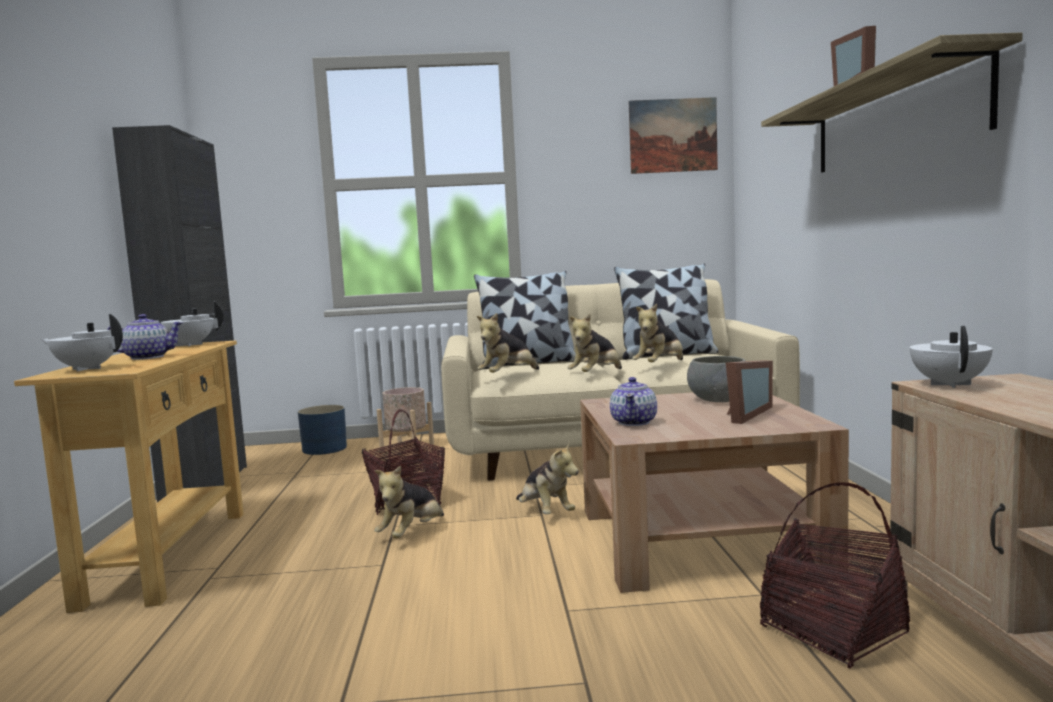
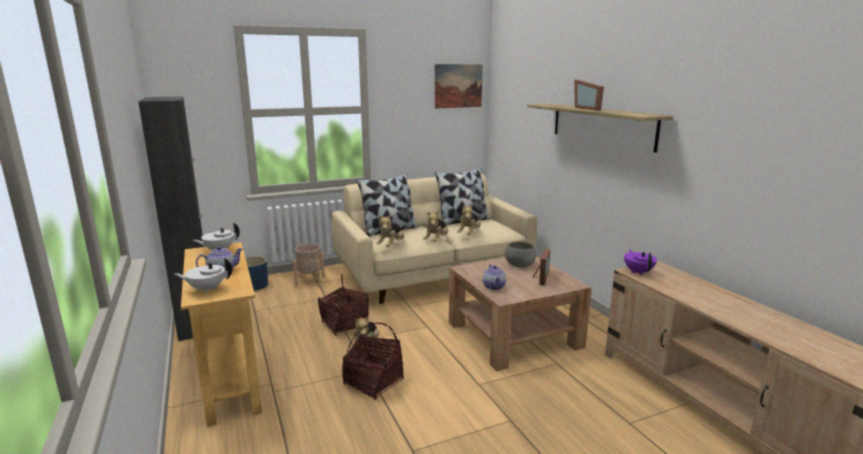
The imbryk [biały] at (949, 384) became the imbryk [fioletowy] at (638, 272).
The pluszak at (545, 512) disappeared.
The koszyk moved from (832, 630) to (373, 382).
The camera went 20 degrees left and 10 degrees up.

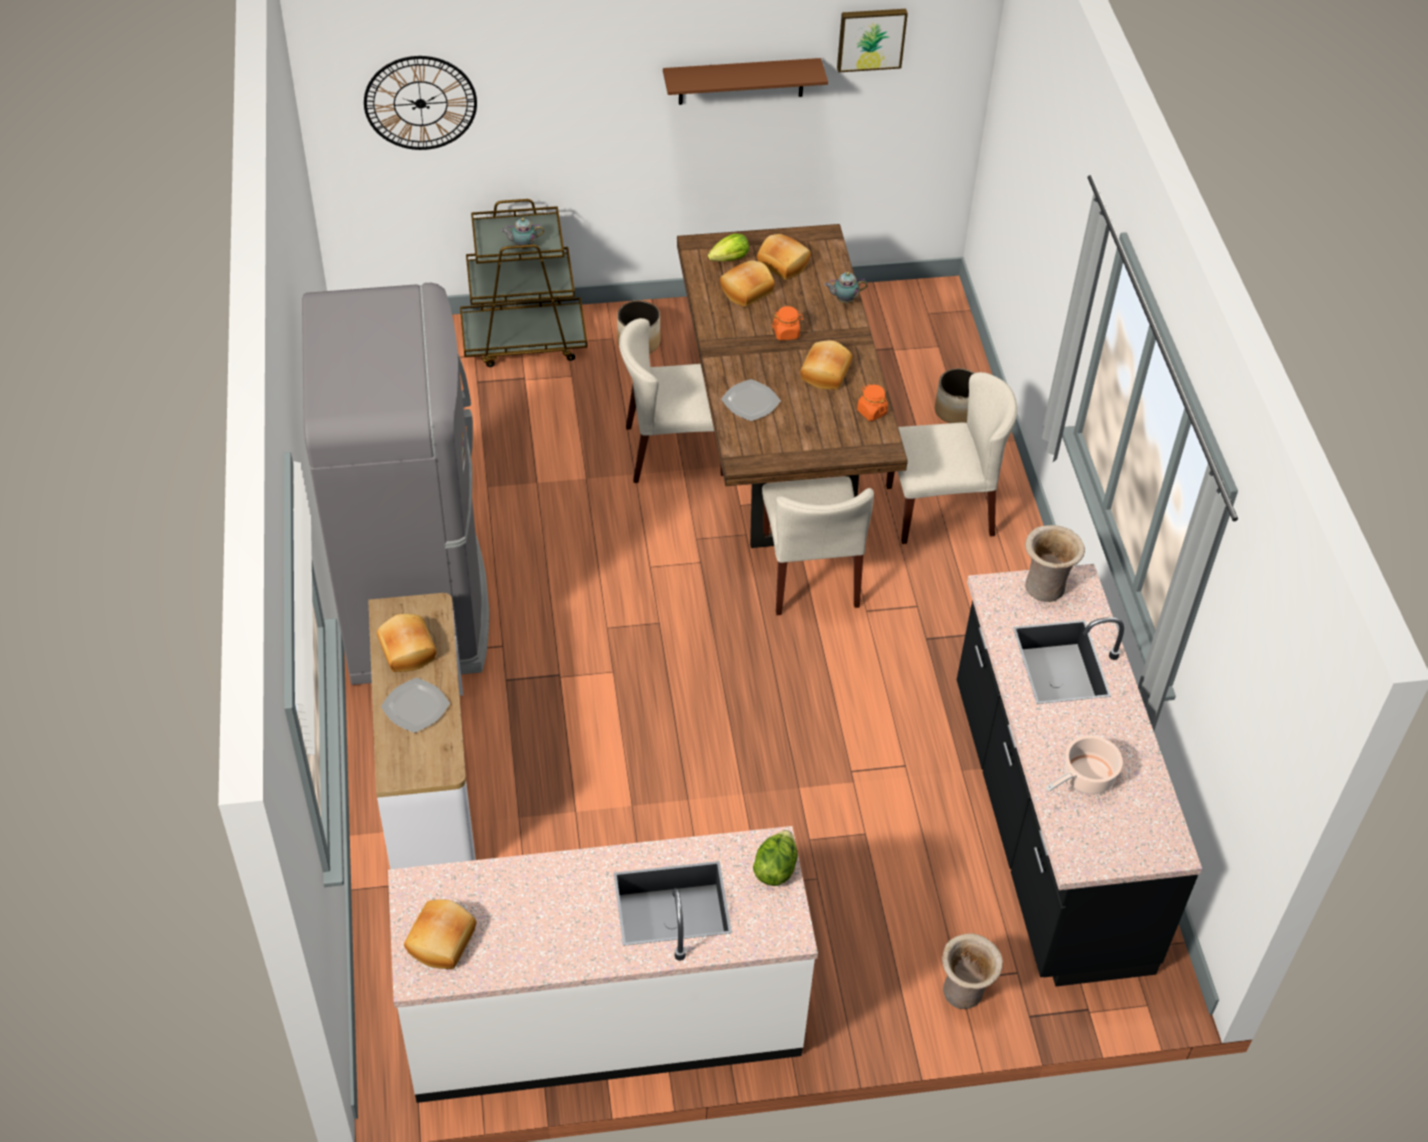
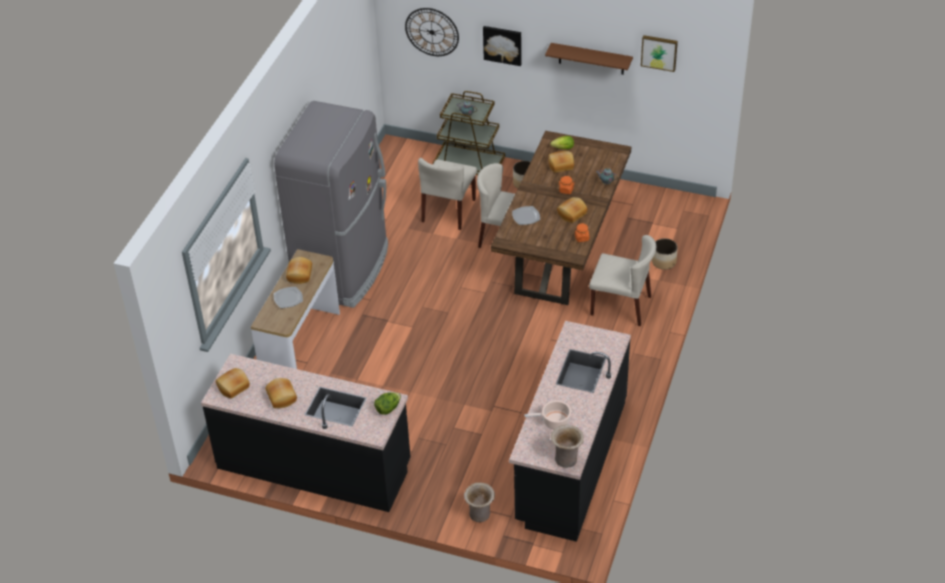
The chleb moved from (784, 263) to (282, 397).
The krzesło [beżowy] moved from (810, 575) to (449, 211).
The wazon [beżowy] moved from (1044, 586) to (566, 459).
The zabudowa kuchenna [biały] at (603, 1017) became the zabudowa kuchenna [czarny] at (314, 465).
The obraz at (503, 44) appeared.
The camera went 30 degrees right and 5 degrees down.

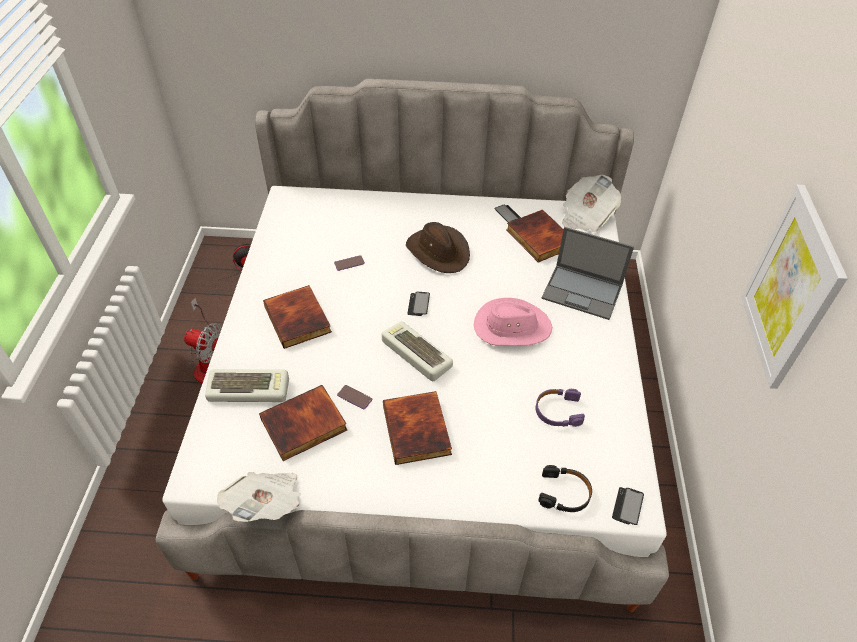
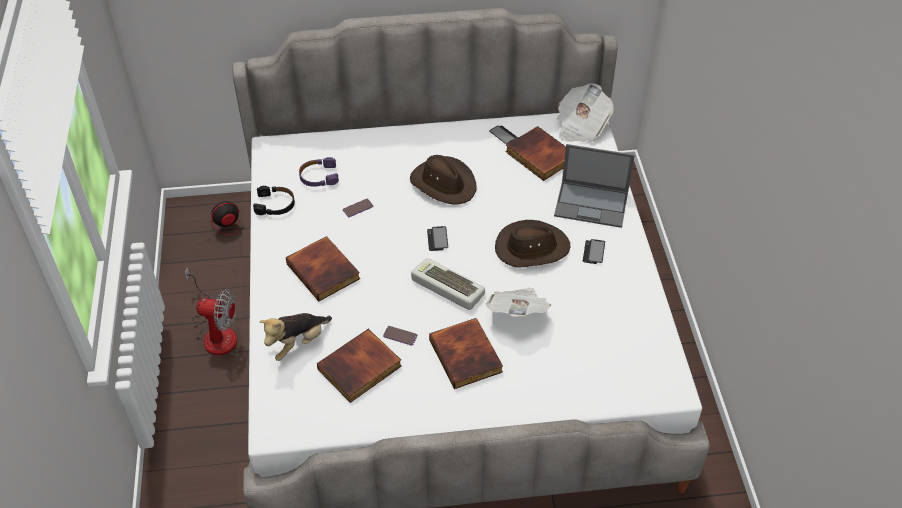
The obraz at (790, 289) disappeared.
The kapelusz [różowy] at (511, 327) became the kapelusz [brązowy] at (531, 248).
The klawiatura at (250, 388) was replaced by the pluszak at (297, 343).
The słuchawki [fioletowy] moved from (557, 411) to (318, 177).
The słuchawki [czarny] moved from (564, 493) to (275, 205).
The gazeta moved from (267, 504) to (518, 312).
The telefon moved from (627, 506) to (593, 252).
The camera went 10 degrees left and 0 degrees up.

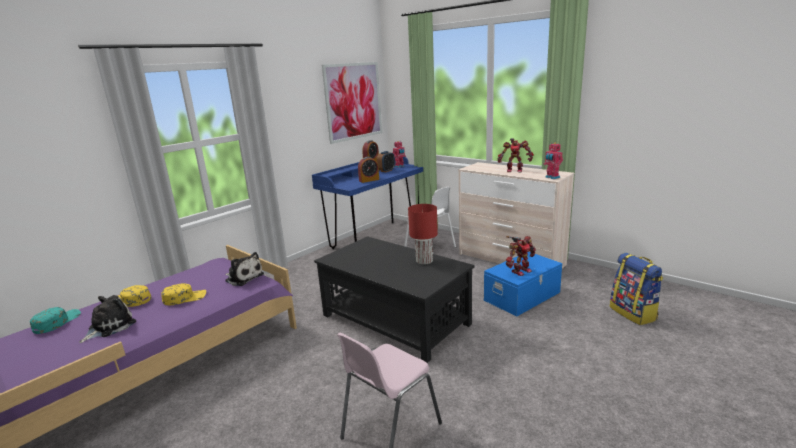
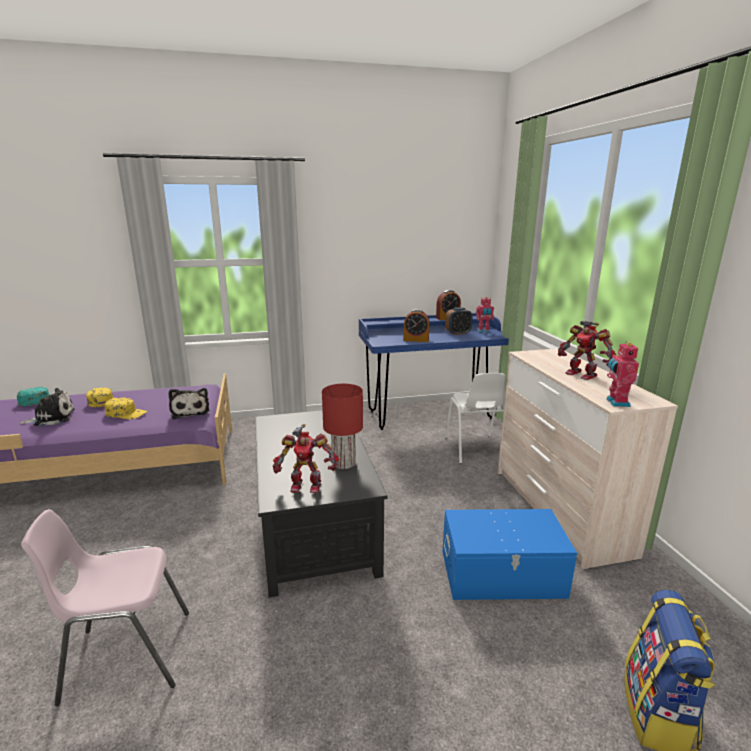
The obraz at (353, 101) disappeared.
The robot zabawkowy moved from (520, 271) to (306, 485).
The camera went 35 degrees right and 0 degrees up.

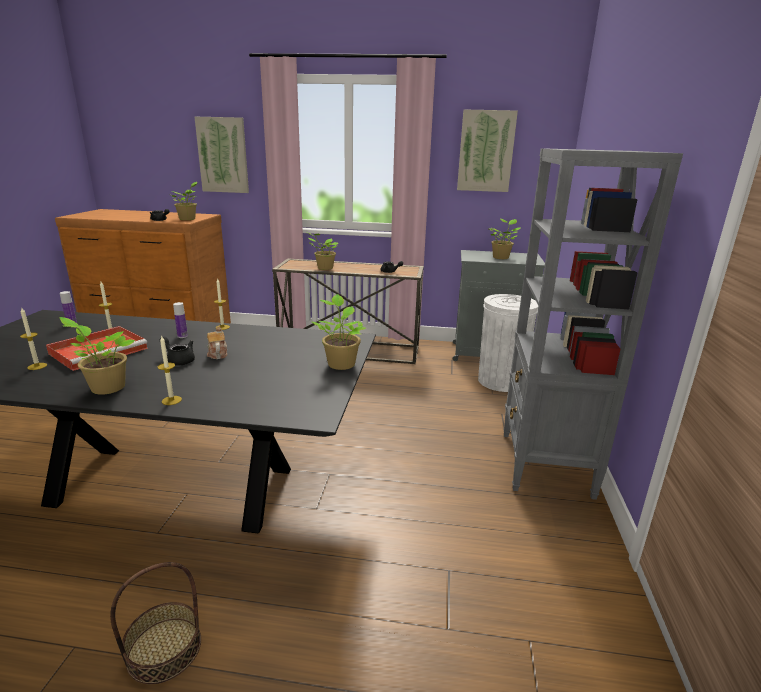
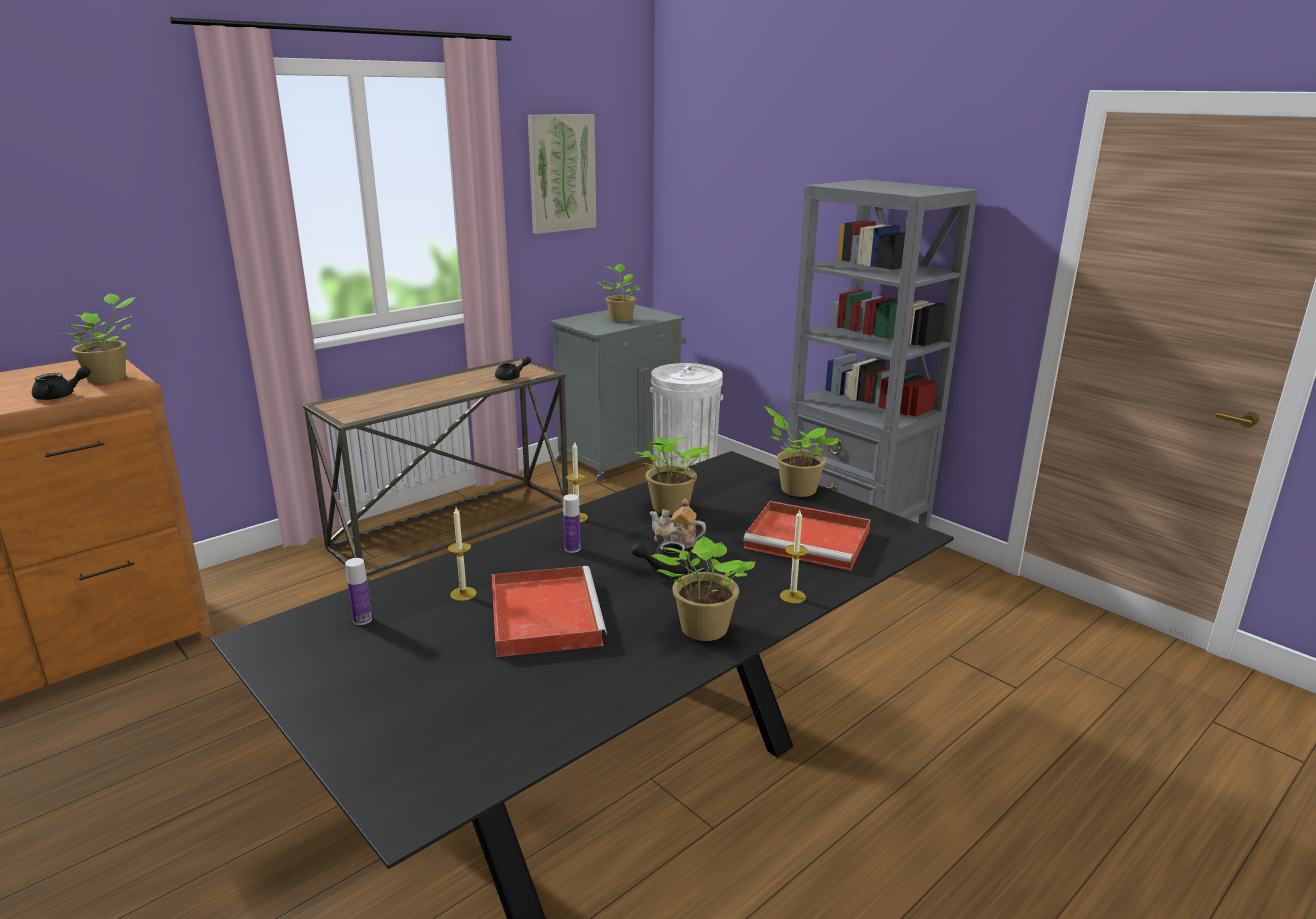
The obraz at (223, 155) disappeared.
The roślina doniczkowa moved from (324, 268) to (669, 509).
The świeca at (37, 366) disappeared.
The koszyk at (164, 649) disappeared.
The taca [czerwony] at (810, 540) appeared.
The camera went 50 degrees left and 0 degrees up.

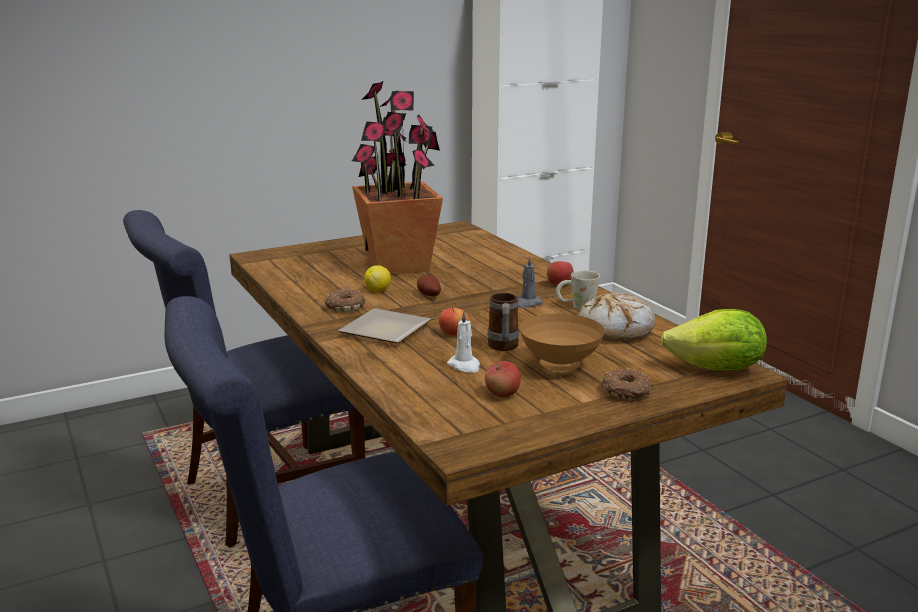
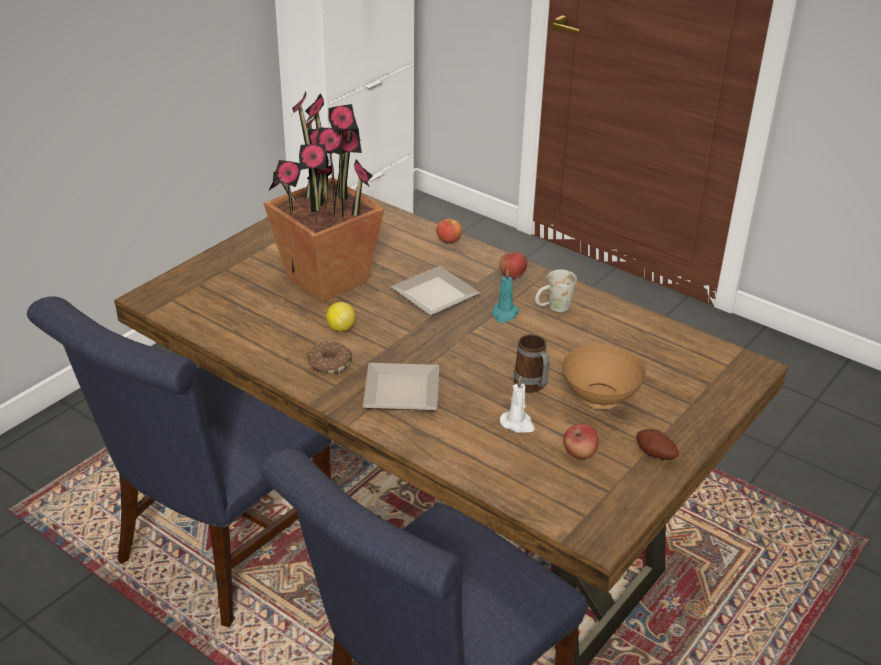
The świeca [szary] at (527, 304) became the świeca [turkusowy] at (504, 314).
The ziemniak moved from (428, 295) to (654, 455).
The chleb at (616, 329) disappeared.
The jabłko moved from (453, 333) to (449, 240).
The sałata at (716, 369) disappeared.
The donut at (626, 392) disappeared.
The talerz at (438, 295) appeared.
The camera went 25 degrees left and 15 degrees up.

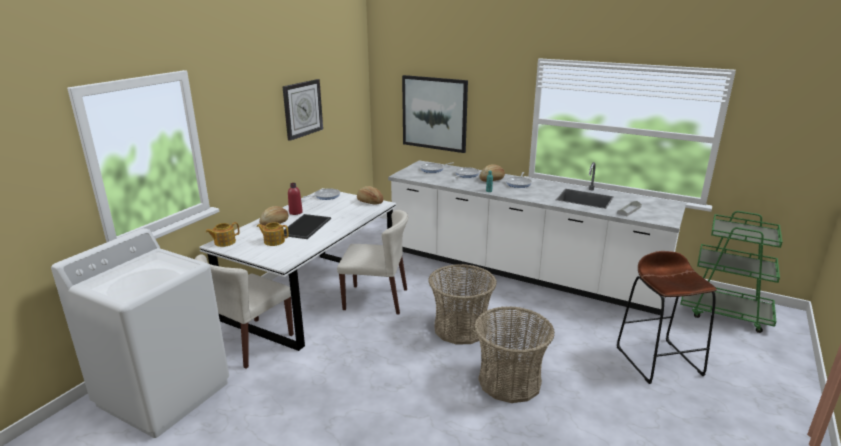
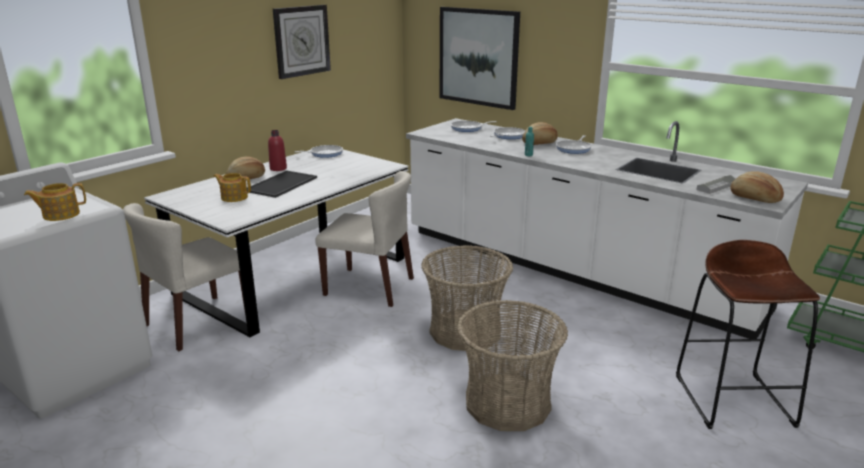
The chleb moved from (369, 202) to (754, 198).
The imbryk moved from (224, 242) to (60, 215).
The camera went 10 degrees right and 0 degrees up.

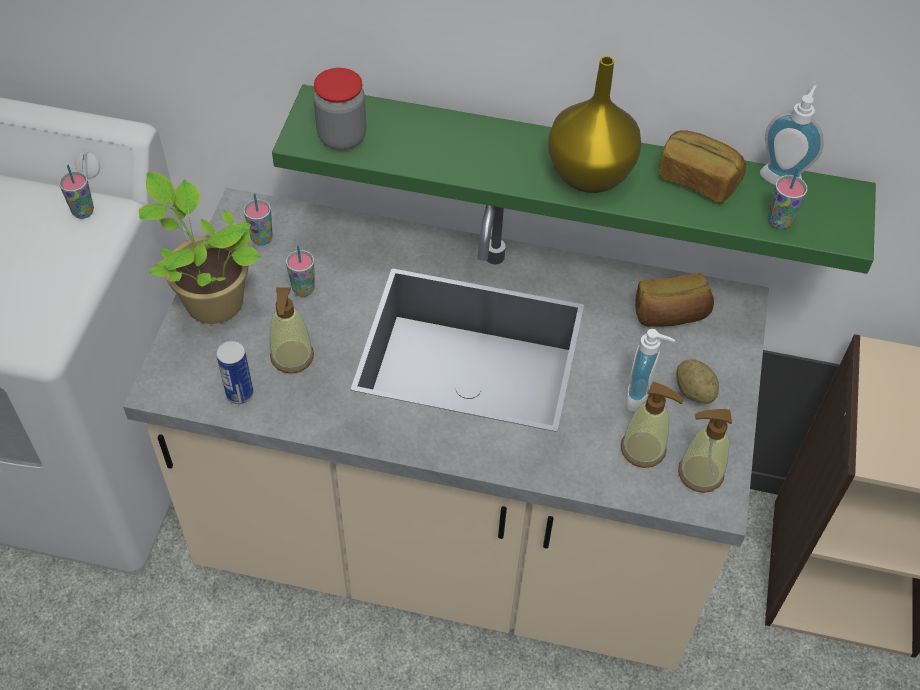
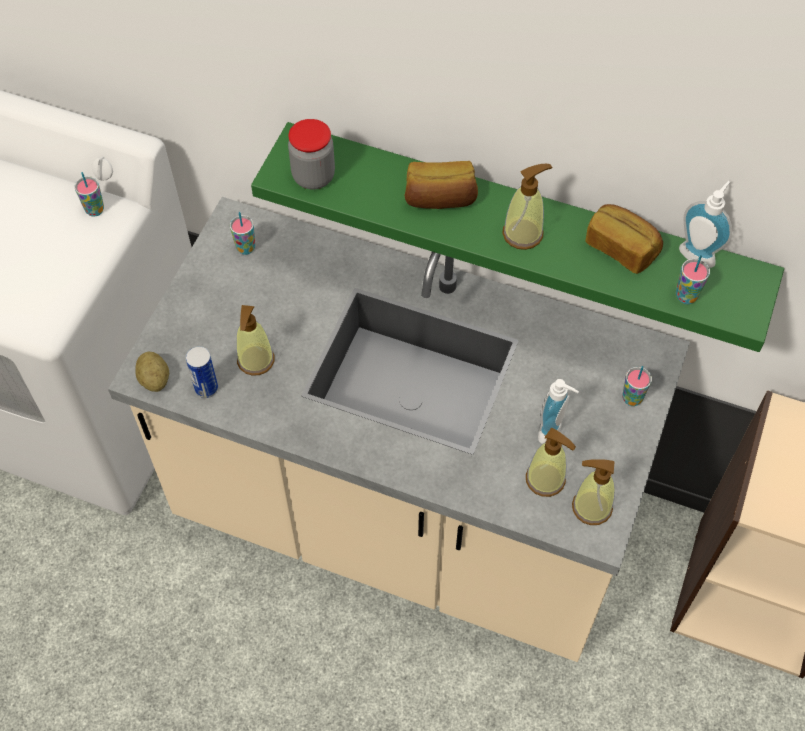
The wazon [żółty] at (587, 175) was replaced by the dozownik mydła at (523, 234).
The roślina doniczkowa at (211, 300) disappeared.
The filiżanka moved from (303, 289) to (632, 398).
The chleb moved from (670, 315) to (440, 199).
The ziemniak moved from (694, 391) to (154, 379).
The camera went 10 degrees right and 5 degrees up.

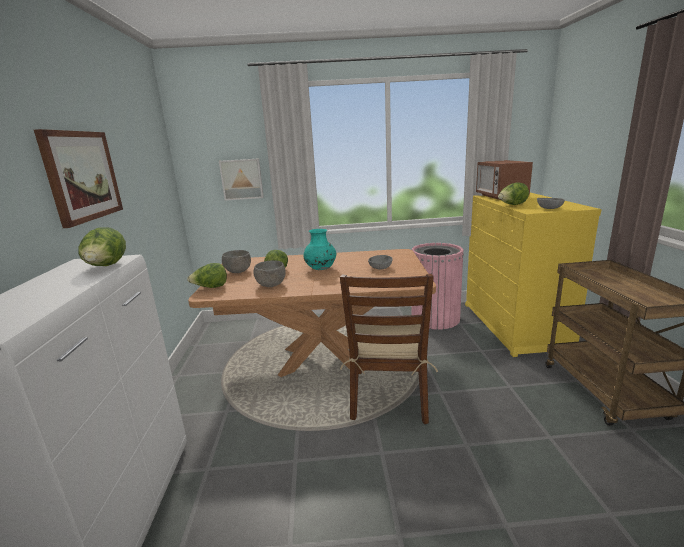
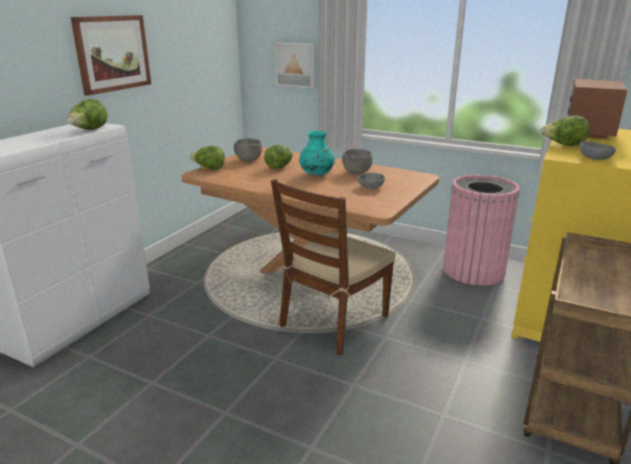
The miska [szary] moved from (270, 285) to (356, 172).
The camera went 30 degrees right and 5 degrees up.

